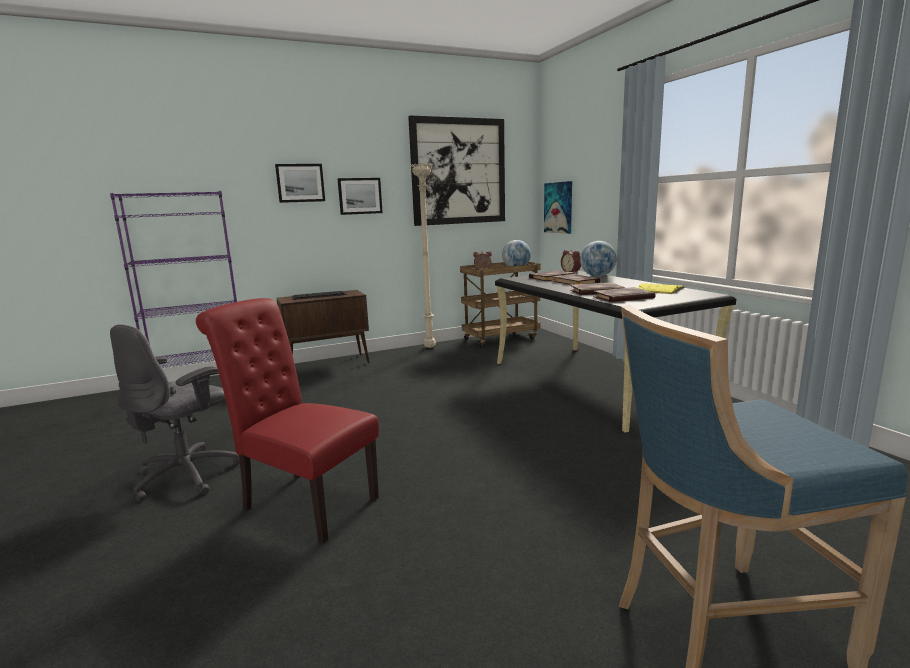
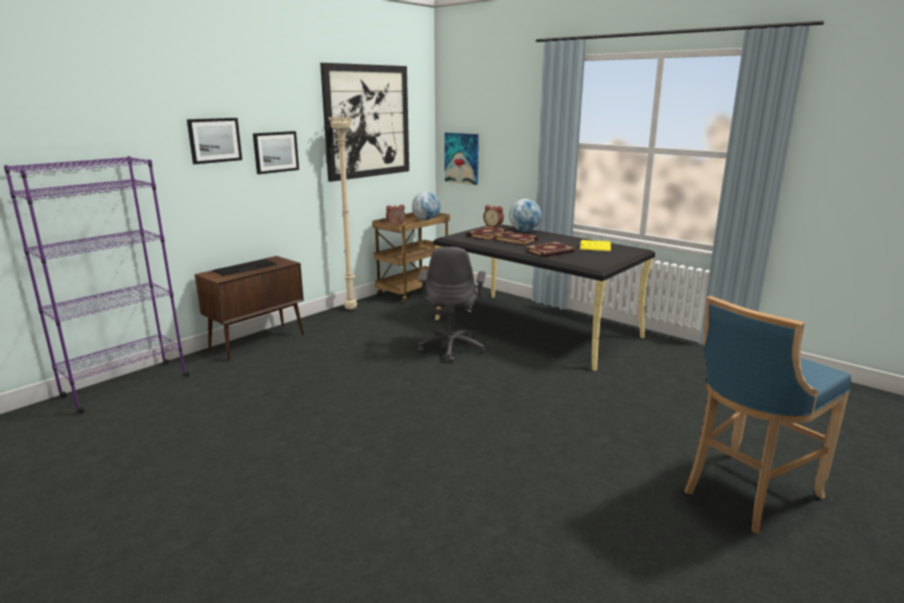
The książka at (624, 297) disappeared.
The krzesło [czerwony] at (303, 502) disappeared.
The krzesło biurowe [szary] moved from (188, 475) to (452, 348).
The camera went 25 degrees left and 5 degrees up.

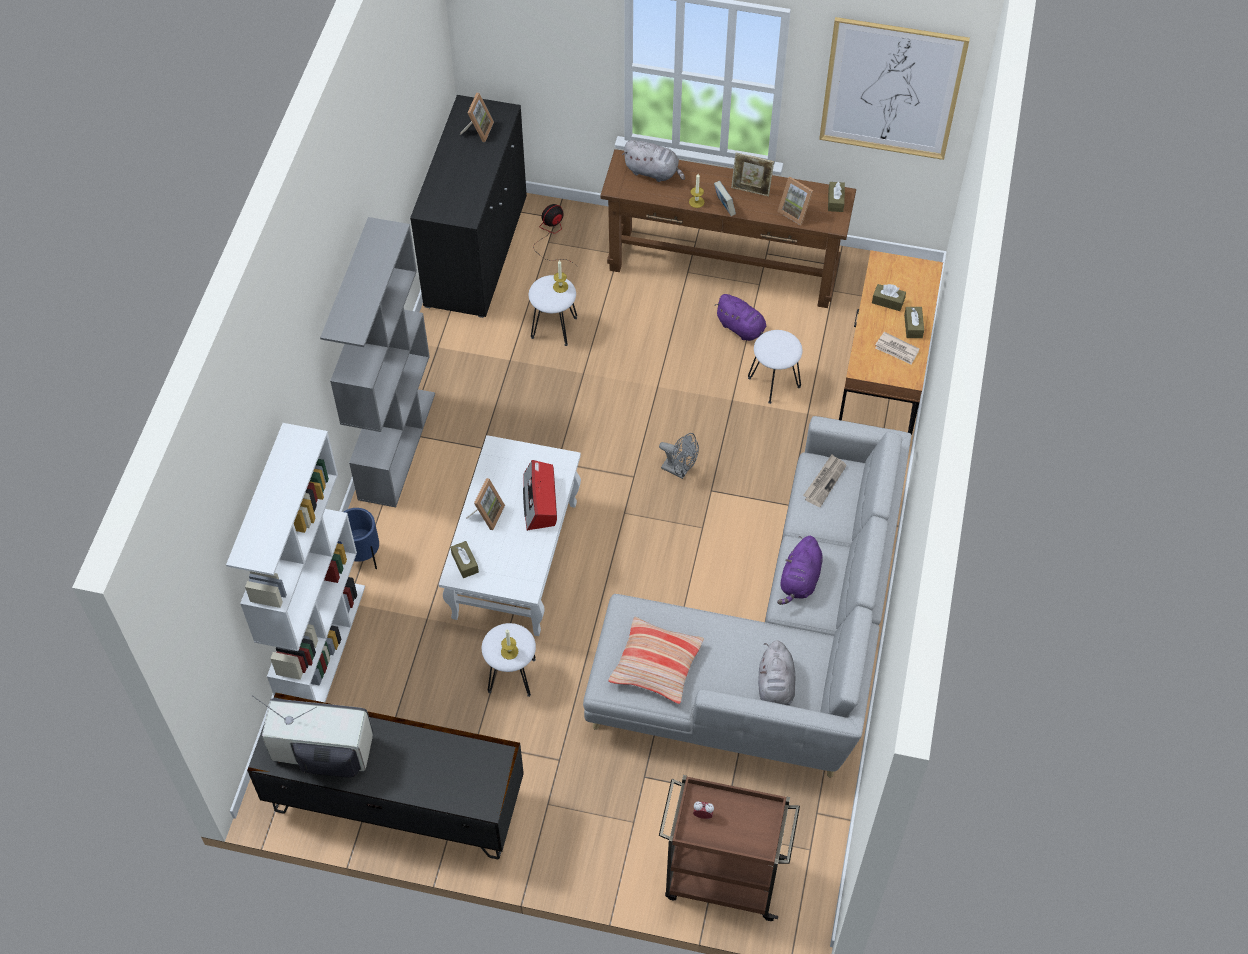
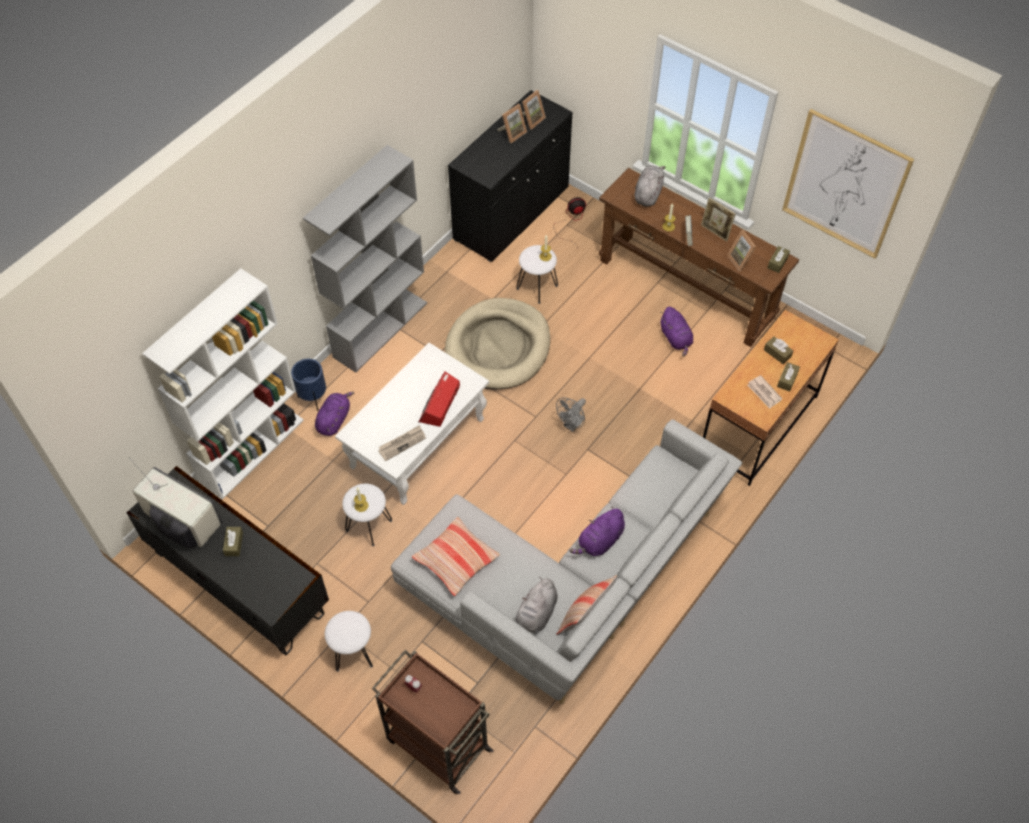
The pluszak [szary] at (653, 172) turned 120 degrees counterclockwise.
The stołek [biały] moved from (773, 382) to (353, 651).
The wentylator [szary] at (679, 470) turned 75 degrees clockwise.
The gazeta moved from (824, 481) to (402, 443).
The ramka na zdjęcie moved from (486, 514) to (512, 133).
The pudełko chusteczek [brązowy] moved from (465, 563) to (234, 544).
The legowisko [beżowy] at (498, 347) appeared.
The pluszak [fioletowy] at (334, 420) appeared.
The poduszka at (584, 617) appeared.
The camera went 25 degrees right and 0 degrees up.

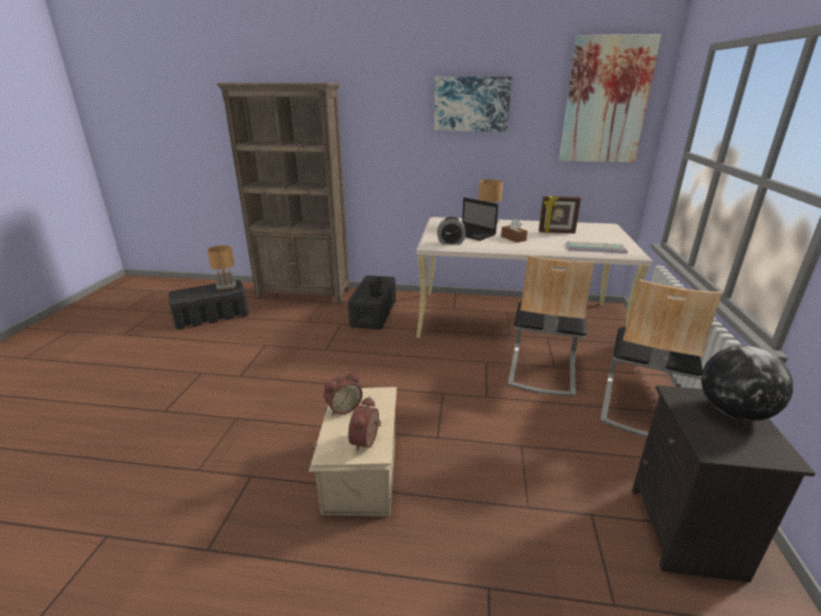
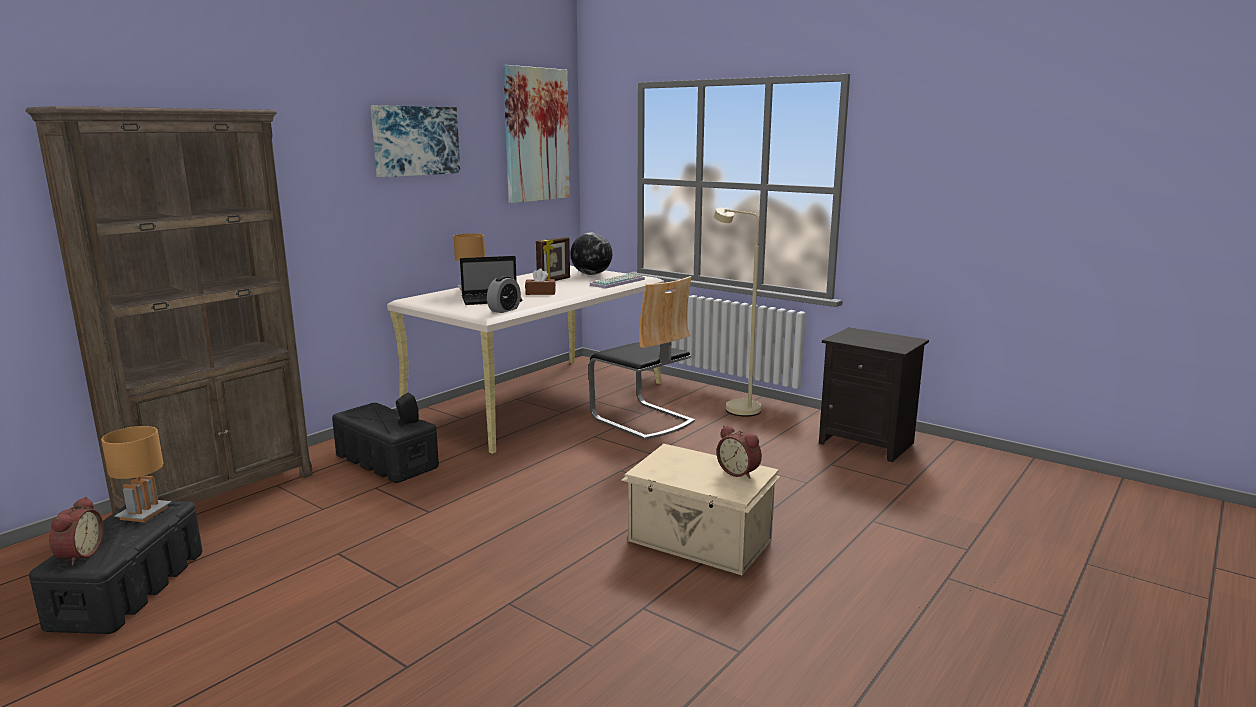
The krzesło at (640, 408) was replaced by the lampa stojąca [beżowy] at (736, 407).
The globus moved from (733, 412) to (591, 274).
The budzik moved from (343, 407) to (78, 555).
The camera went 60 degrees left and 10 degrees down.

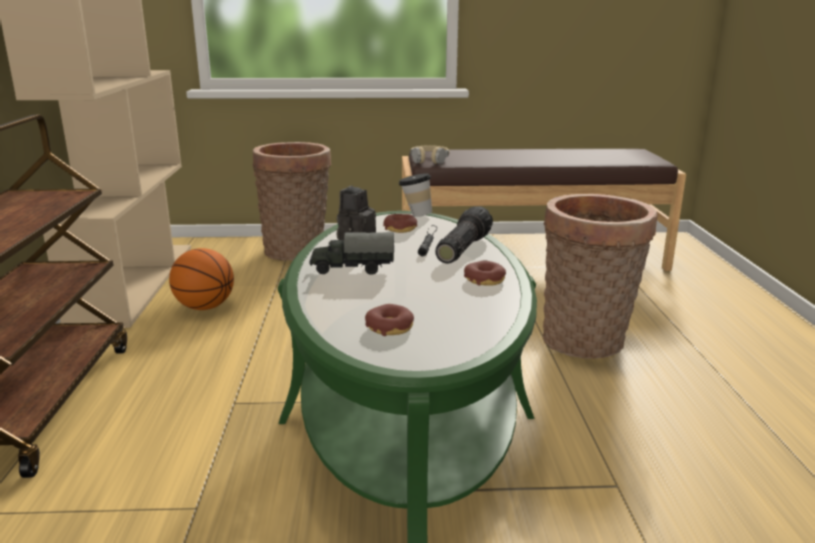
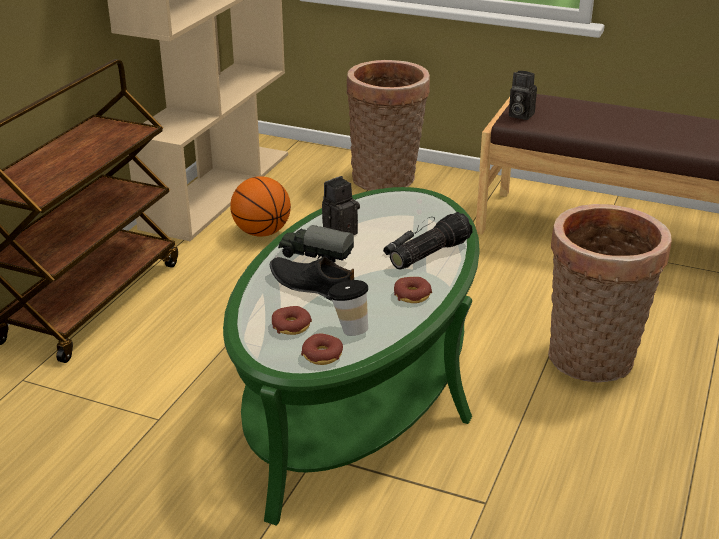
The słuchawki [beżowy] at (429, 160) was replaced by the aparat fotograficzny at (519, 115).
The filiżanka moved from (415, 215) to (349, 329).
The donut moved from (400, 229) to (322, 355).
The but [czarny] at (312, 286) appeared.
The camera went 25 degrees right and 10 degrees up.

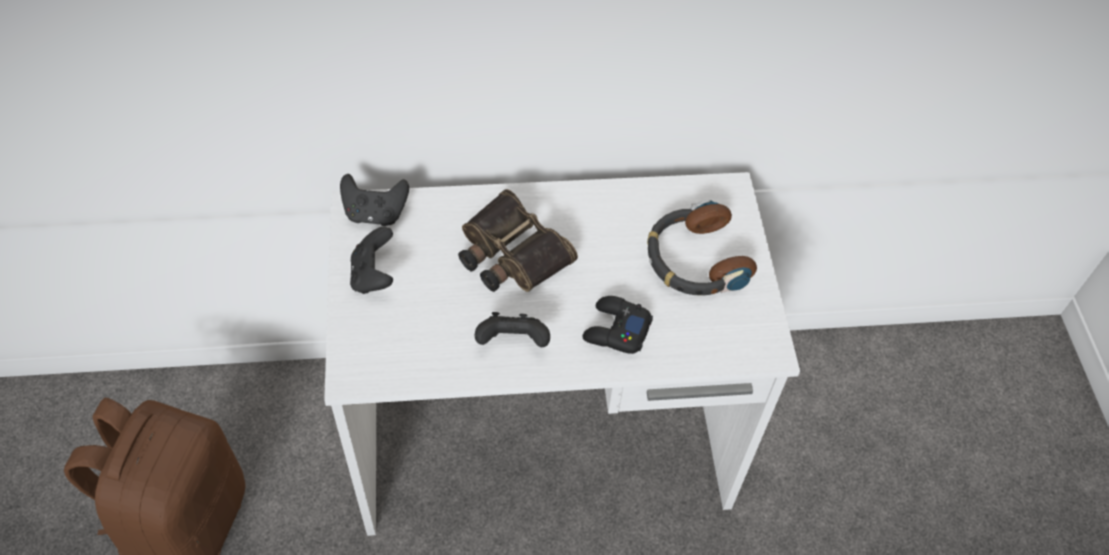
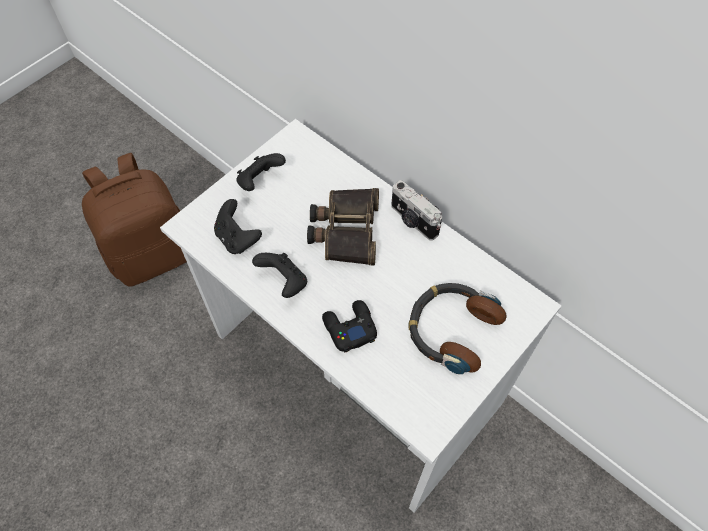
The pad do gier [czarny] moved from (375, 213) to (237, 238).
The aparat fotograficzny at (413, 221) appeared.
The camera went 50 degrees right and 5 degrees up.

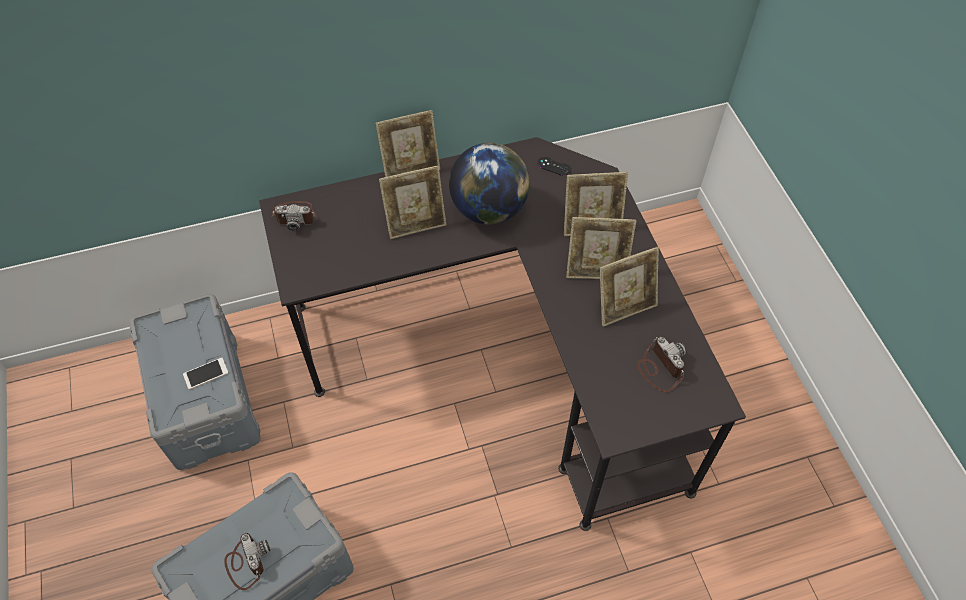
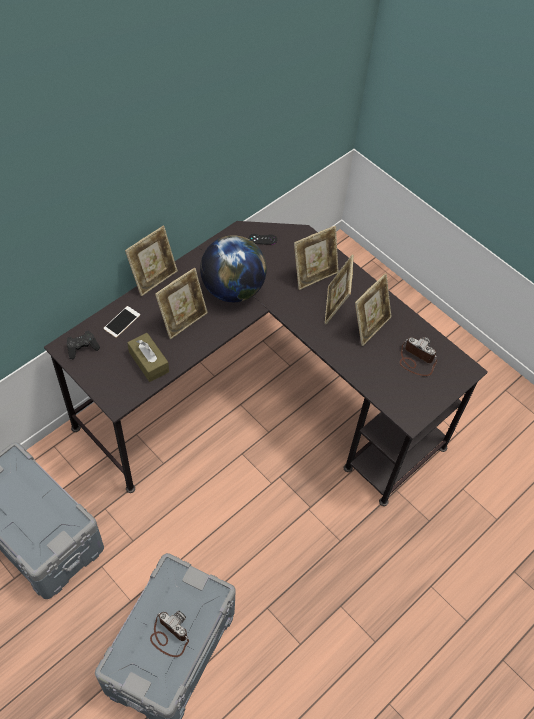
The aparat fotograficzny at (295, 215) was replaced by the pad do gier [czarny] at (82, 348).
The ramka na zdjęcie at (596, 269) turned 120 degrees clockwise.
The telefon moved from (205, 373) to (122, 322).
The pudełko chusteczek [brązowy] at (149, 362) appeared.
The camera went 30 degrees left and 0 degrees up.

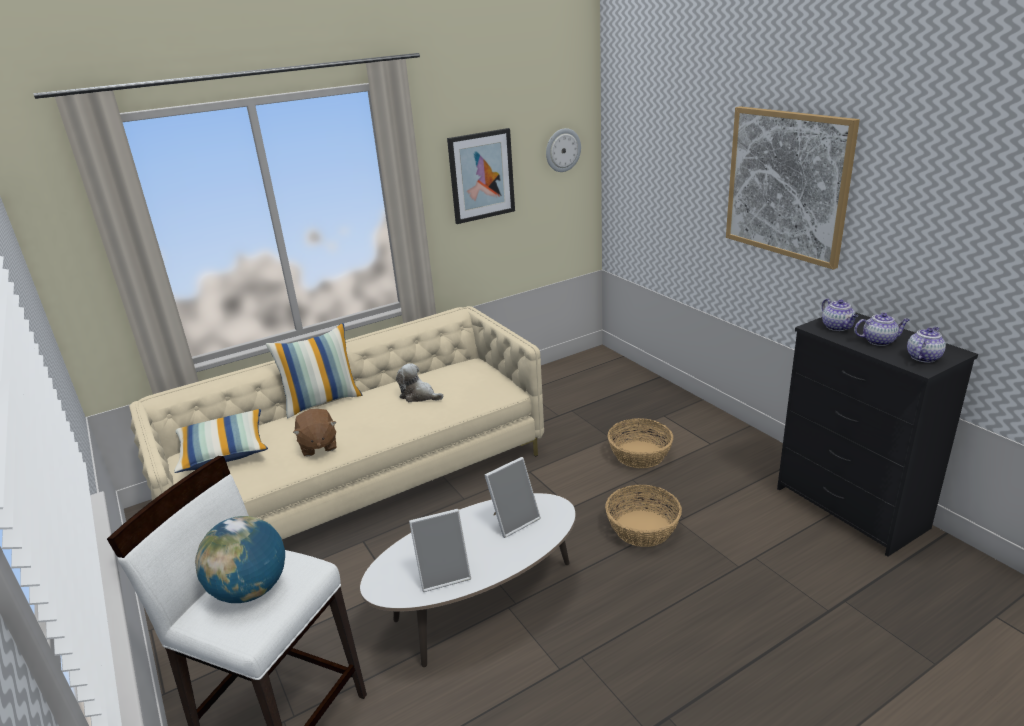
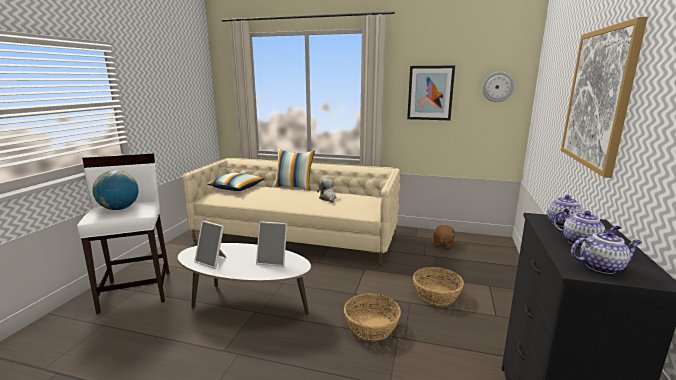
The pluszak [brązowy] moved from (318, 446) to (443, 244).
The camera went 45 degrees right and 10 degrees down.

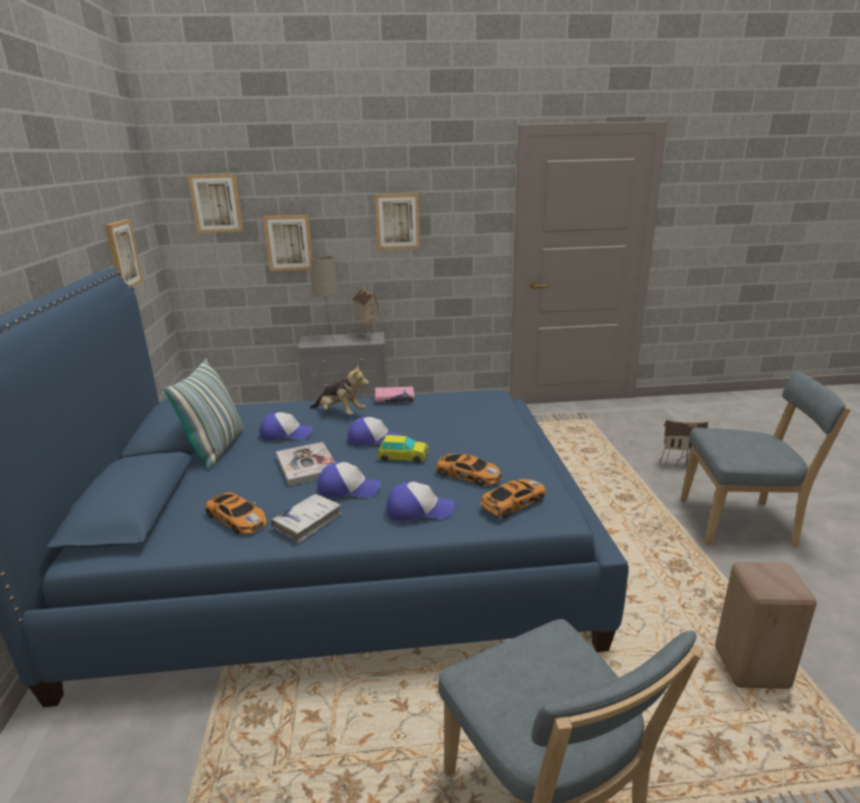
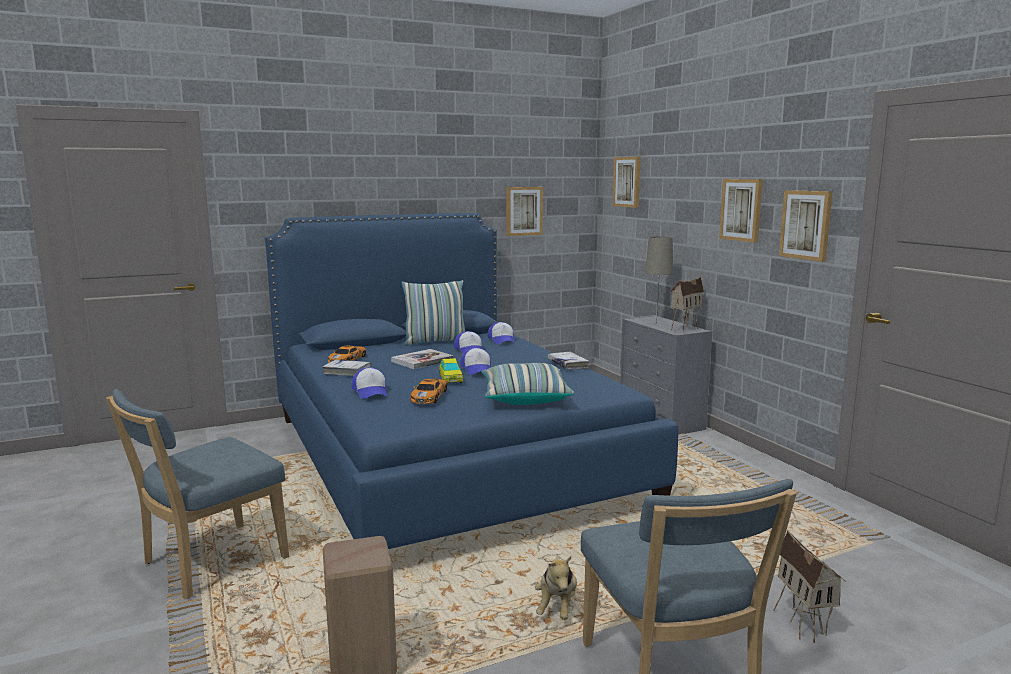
The obraz moved from (289, 243) to (806, 225).
The pluszak moved from (340, 413) to (557, 607).
The książka [różowy] at (394, 399) became the książka [biały] at (567, 365).
The czapka z daszkiem moved from (348, 489) to (502, 340).
The samochodzik at (512, 503) disappeared.
The poduszka at (524, 398) appeared.
The camera went 70 degrees right and 10 degrees down.

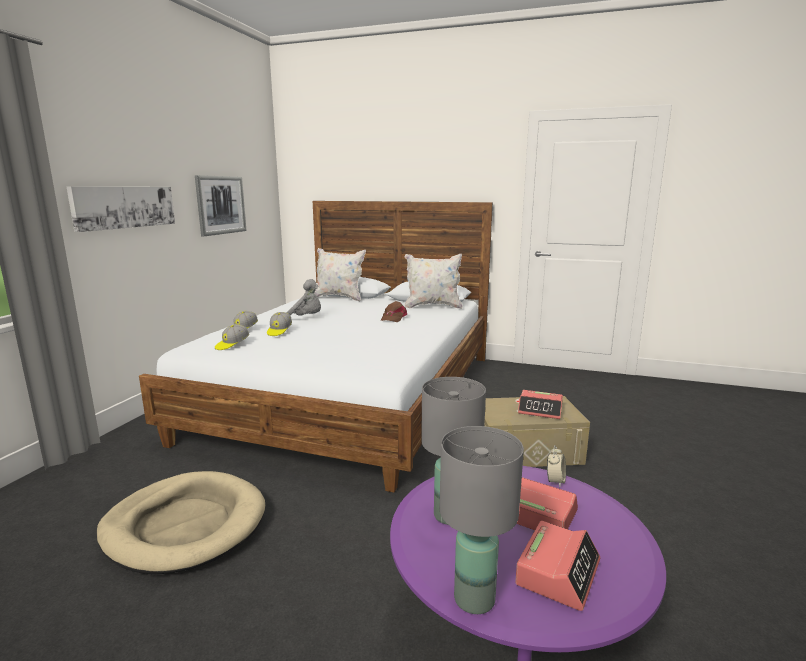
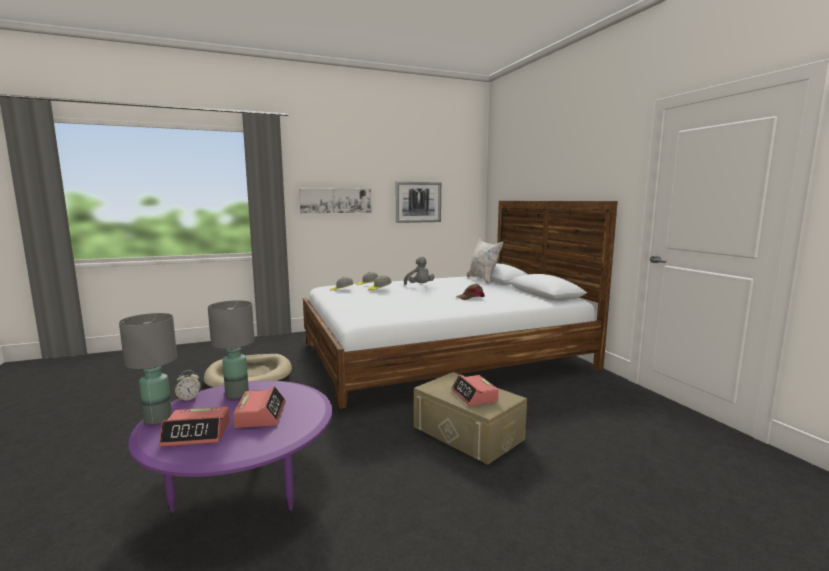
The poduszka [biały] at (433, 306) disappeared.
The budzik moved from (555, 481) to (189, 398).
The camera went 50 degrees right and 5 degrees down.

